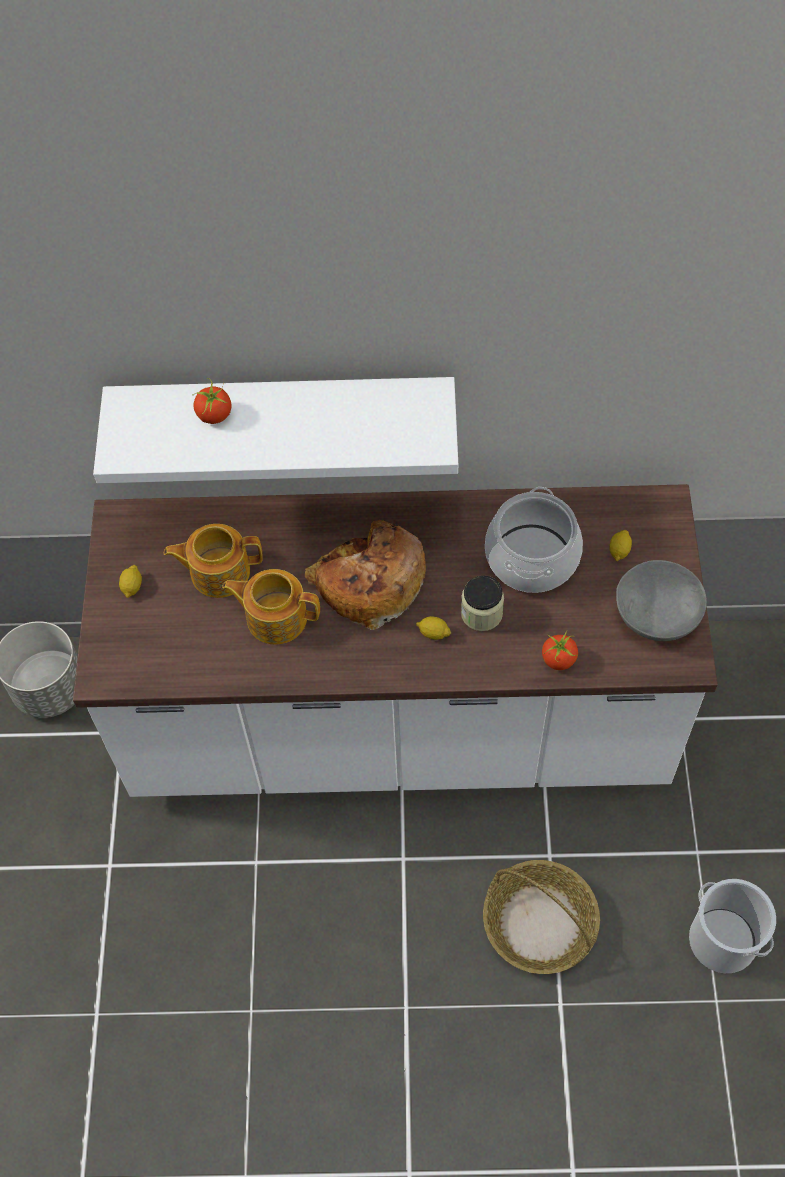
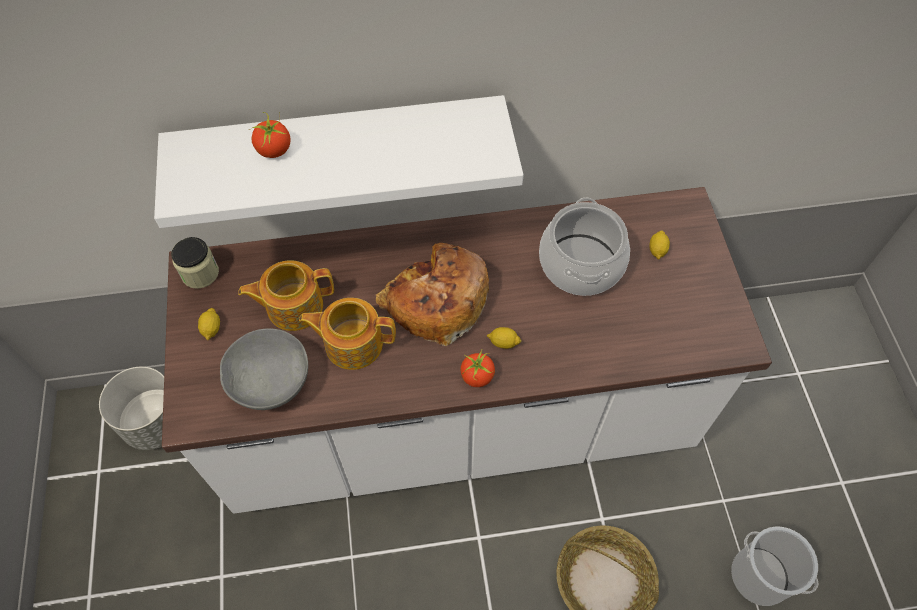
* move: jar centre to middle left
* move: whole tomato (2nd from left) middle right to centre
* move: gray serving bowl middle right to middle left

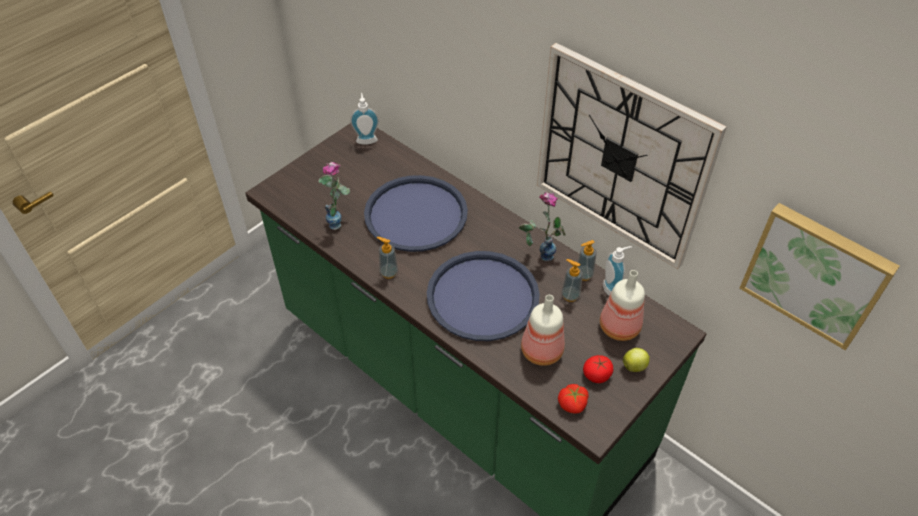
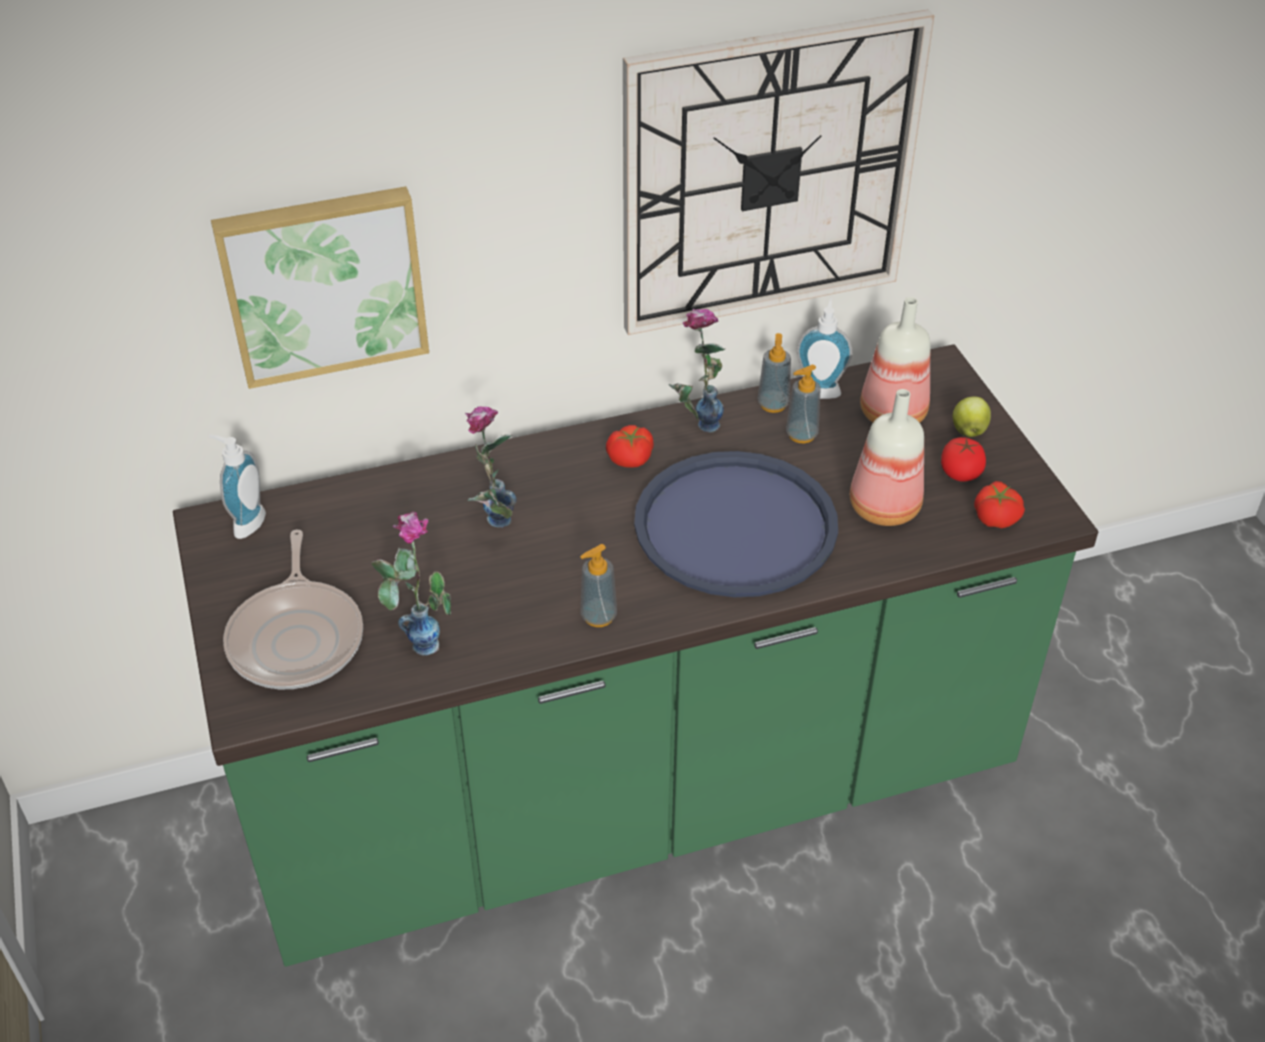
* insert: pan middle left
* insert: whole tomato (1st from left) centre
* move: picture middle right to top left
* replace: blue-coloured tray (1st from left) centre to decorative vase (2nd from left) centre

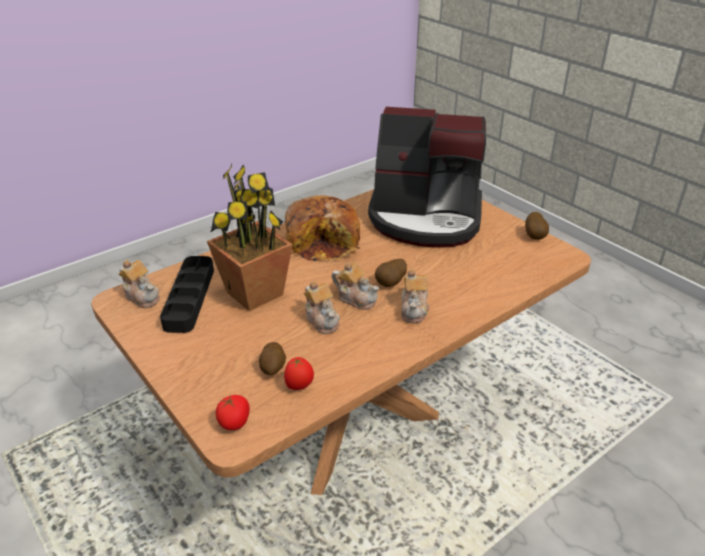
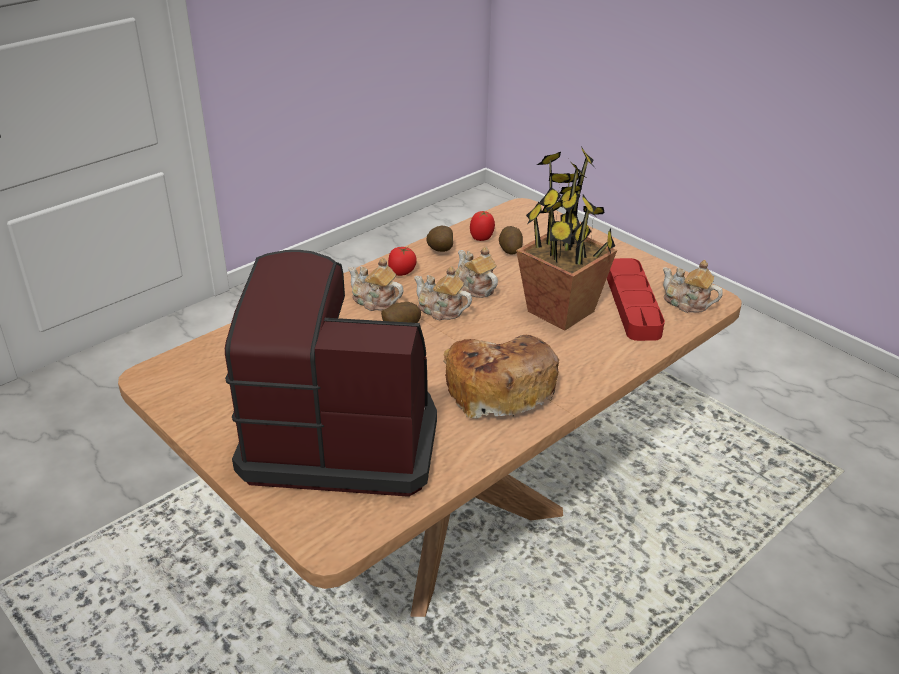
* move: whole tomato (1st from left) bottom left to centre
* move: potato (3rd from left in the first image) middle right to potato (2nd from left) centre
* recolor: blackish tray middle left to red-coloured tray middle right
* rotate: pot for tea (4th from left in the first image) centre = centre 60 degrees counterclockwise

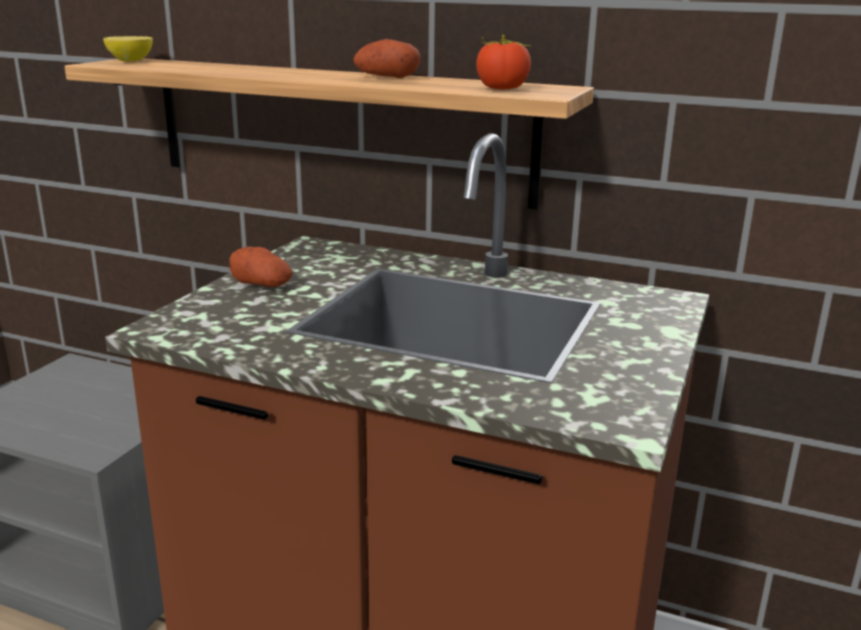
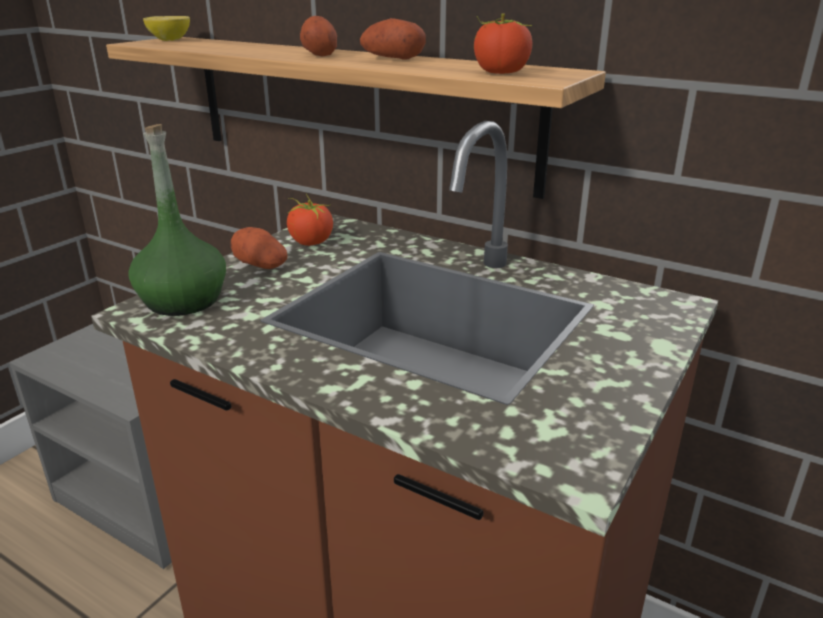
* insert: green-coloured beverage bottle middle left
* insert: whole tomato (1st from left) centre
* insert: potato (2nd from left) top centre

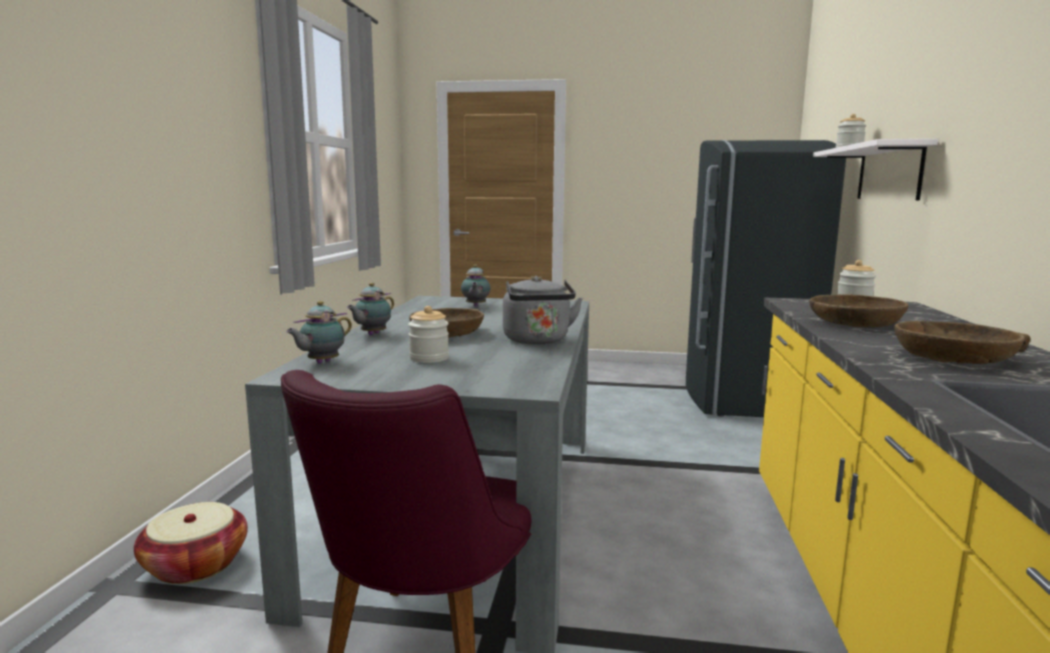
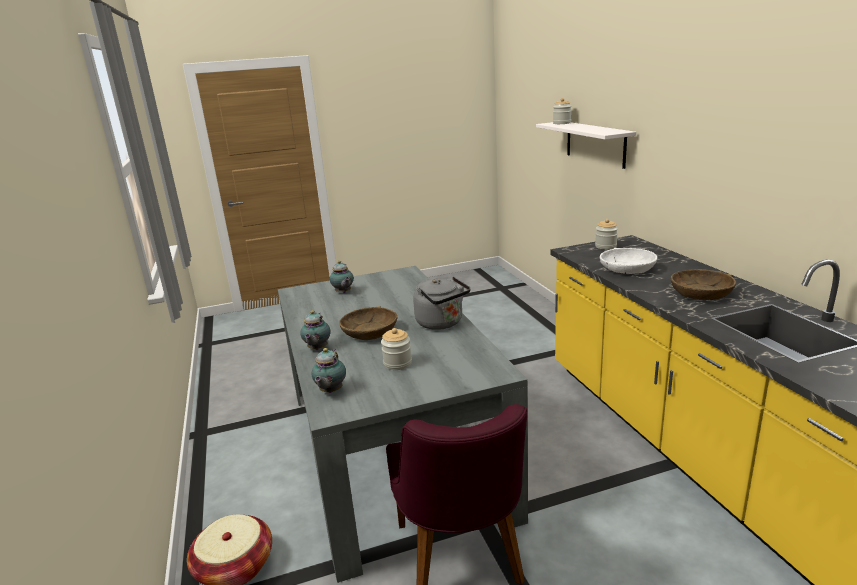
* delete: gray kitchen fridge middle right
* recolor: brown serving bowl (2nd from left) middle right to white-coloured serving bowl middle right

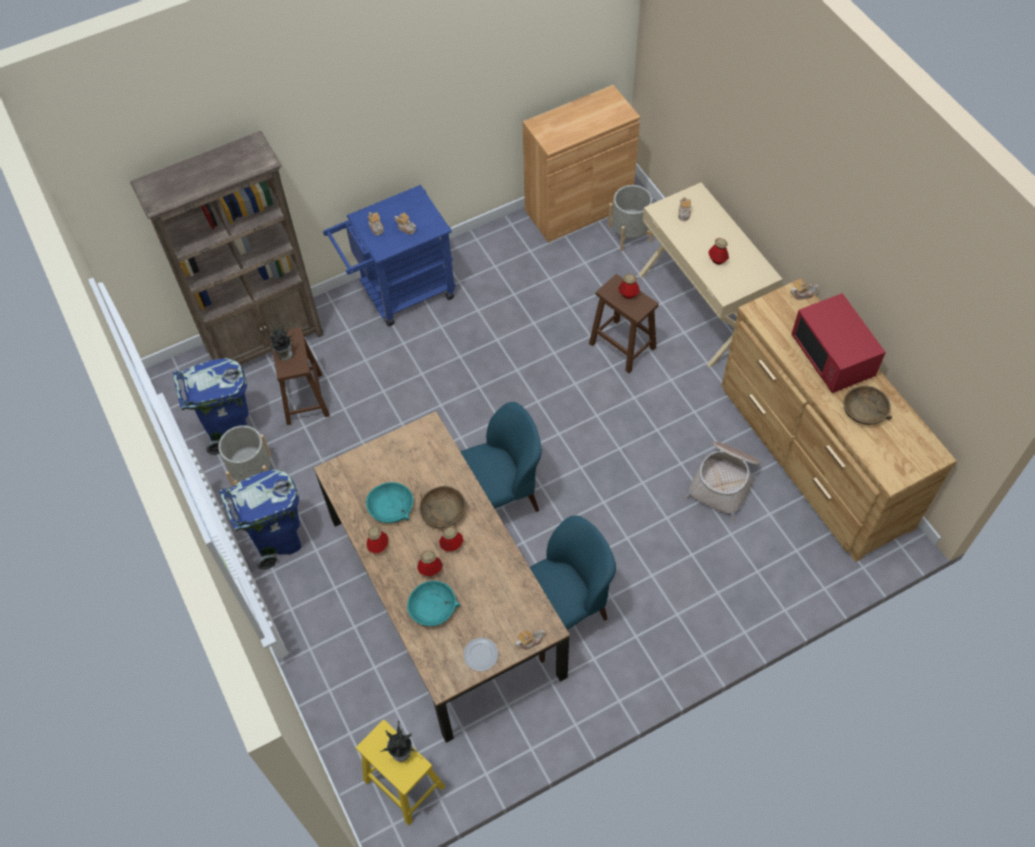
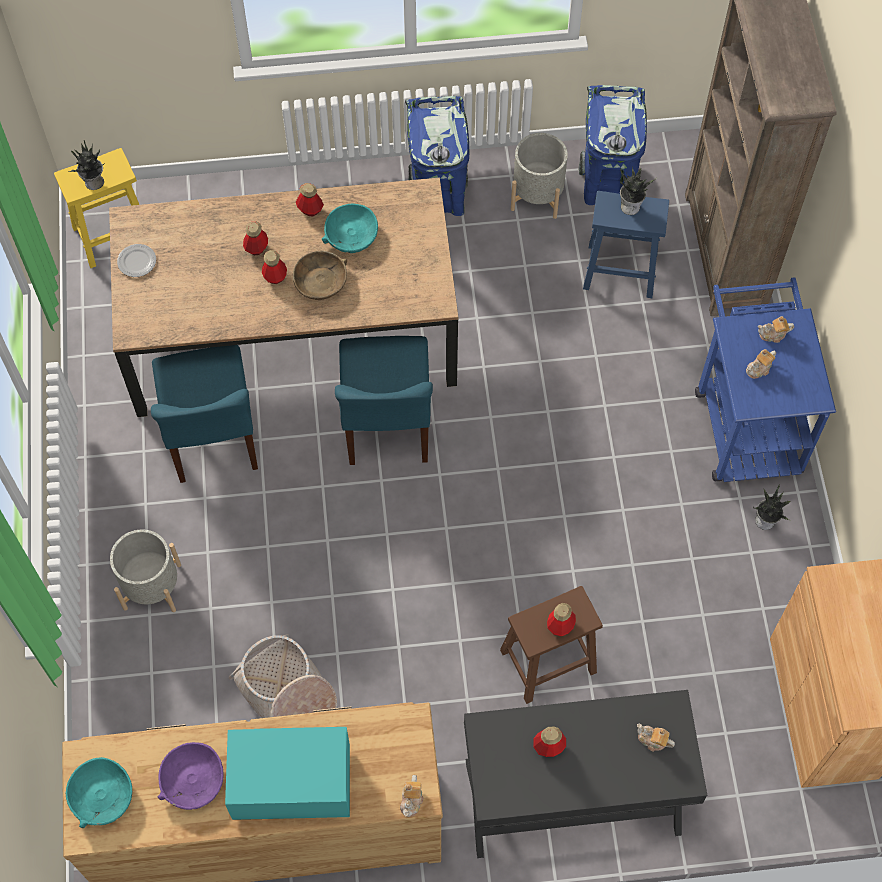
* delete: pot for tea (3rd from left) bottom centre
* insert: houseplant (3rd from left) middle right
* move: turquoise serving bowl (2nd from left in the first image) bottom centre to turquoise serving bowl (1st from left) bottom left
* move: gray flower pot (2nd from left in the first image) top centre to gray flower pot (1st from left) middle left
* recolor: brown sitting stool (1st from left) middle left to blue-coloured sitting stool top right
* recolor: sand-coloured desk top right to blackish desk bottom centre
* recolor: red-coloured microwave middle right to turquoise microwave bottom left
* recolor: brown serving bowl (2nd from left) middle right to purplish serving bowl bottom left

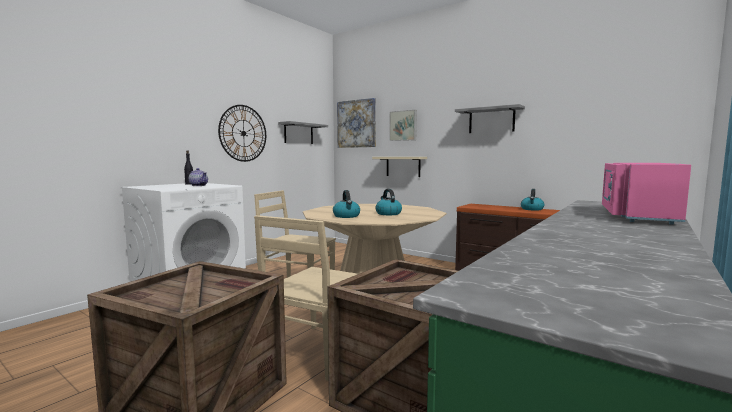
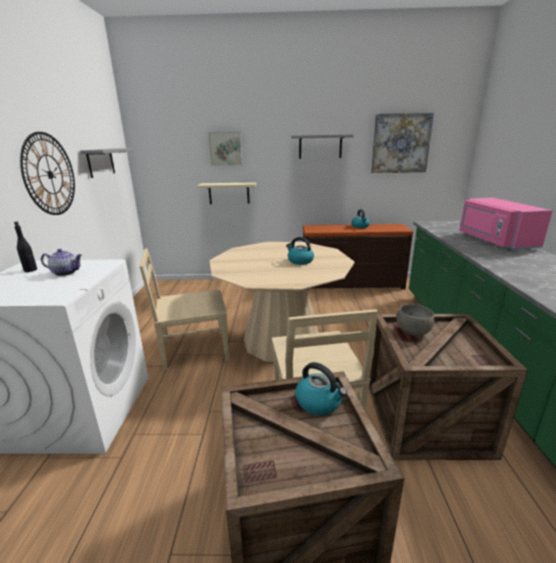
* insert: gray serving bowl middle right
* move: kettle (1st from left in the first image) centre to kettle (2nd from left) bottom centre
* move: picture (1st from left in the first image) top centre to picture (2nd from left) top right

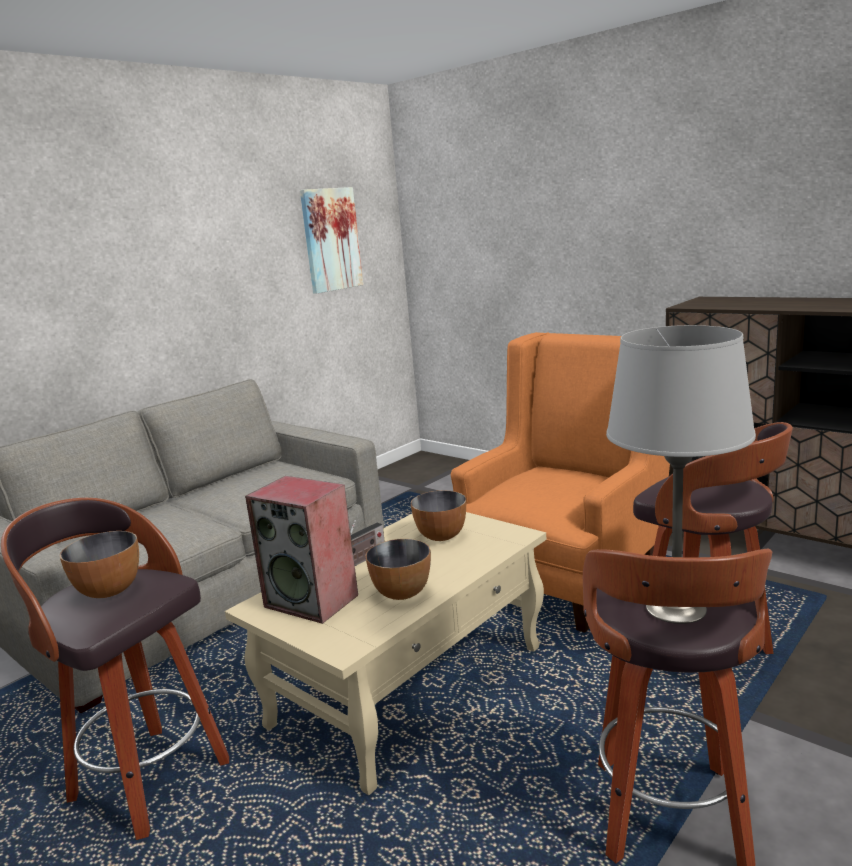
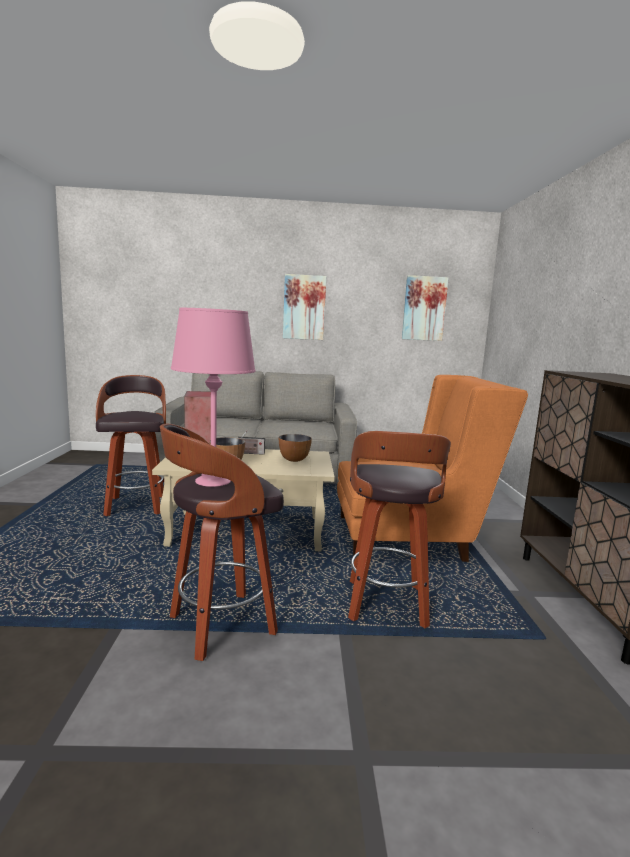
* delete: serving bowl (1st from left) middle left
* insert: picture (1st from left) centre
* recolor: gray tabletop lamp middle right to pinkish tabletop lamp centre

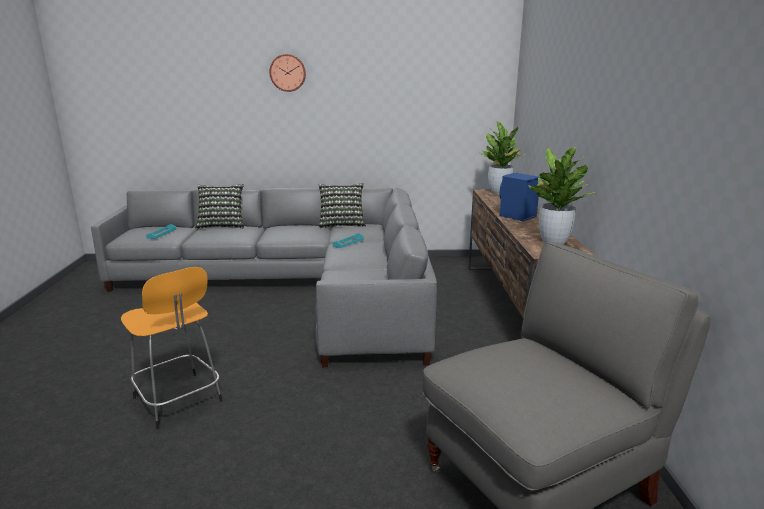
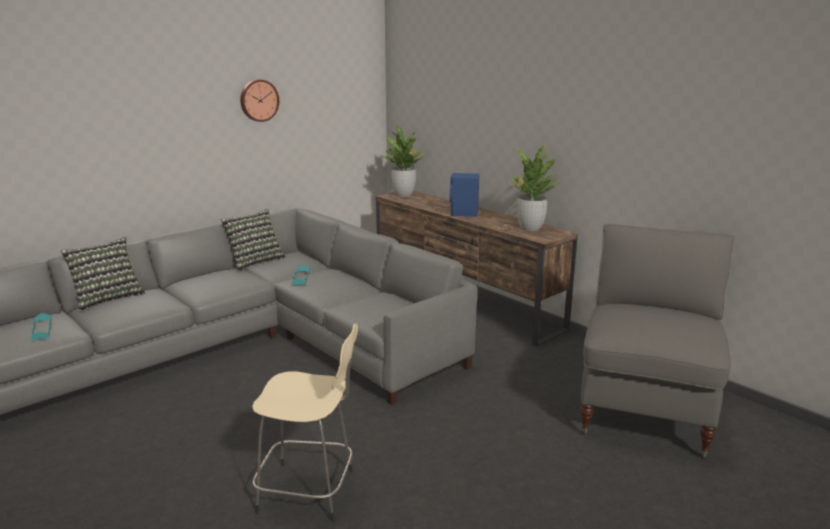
* move: hanging clock top centre to top left
* recolor: orange sitting stool bottom left to sand-coloured sitting stool bottom centre

